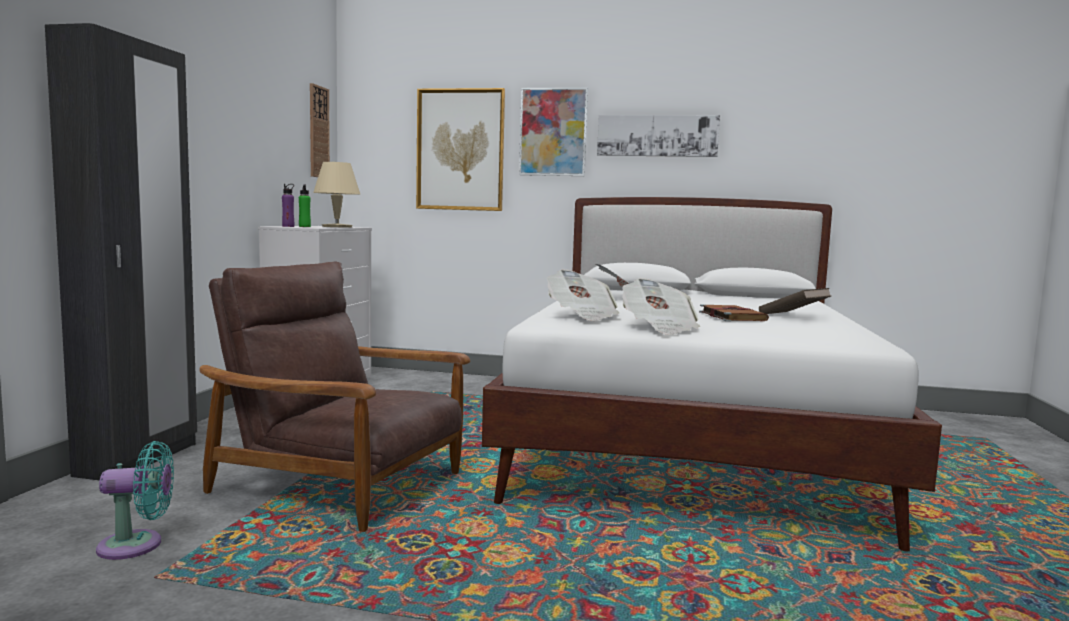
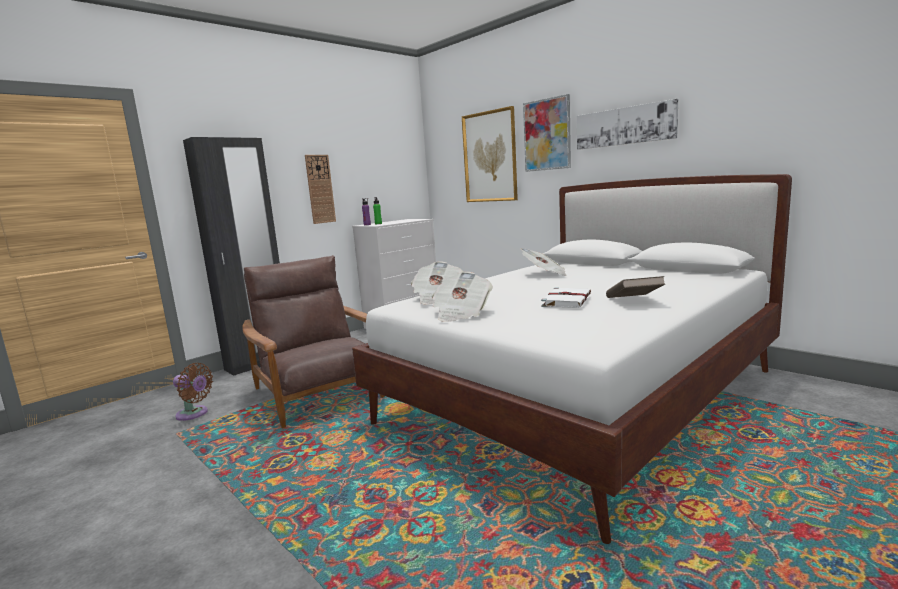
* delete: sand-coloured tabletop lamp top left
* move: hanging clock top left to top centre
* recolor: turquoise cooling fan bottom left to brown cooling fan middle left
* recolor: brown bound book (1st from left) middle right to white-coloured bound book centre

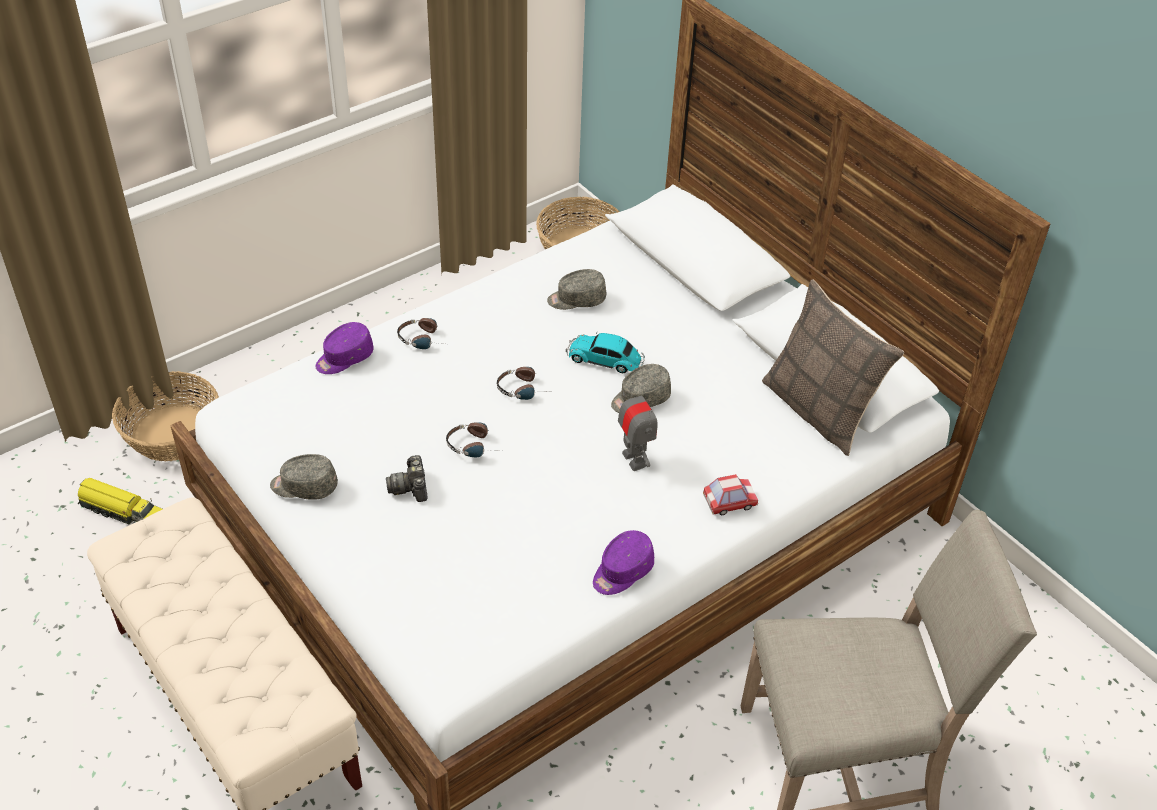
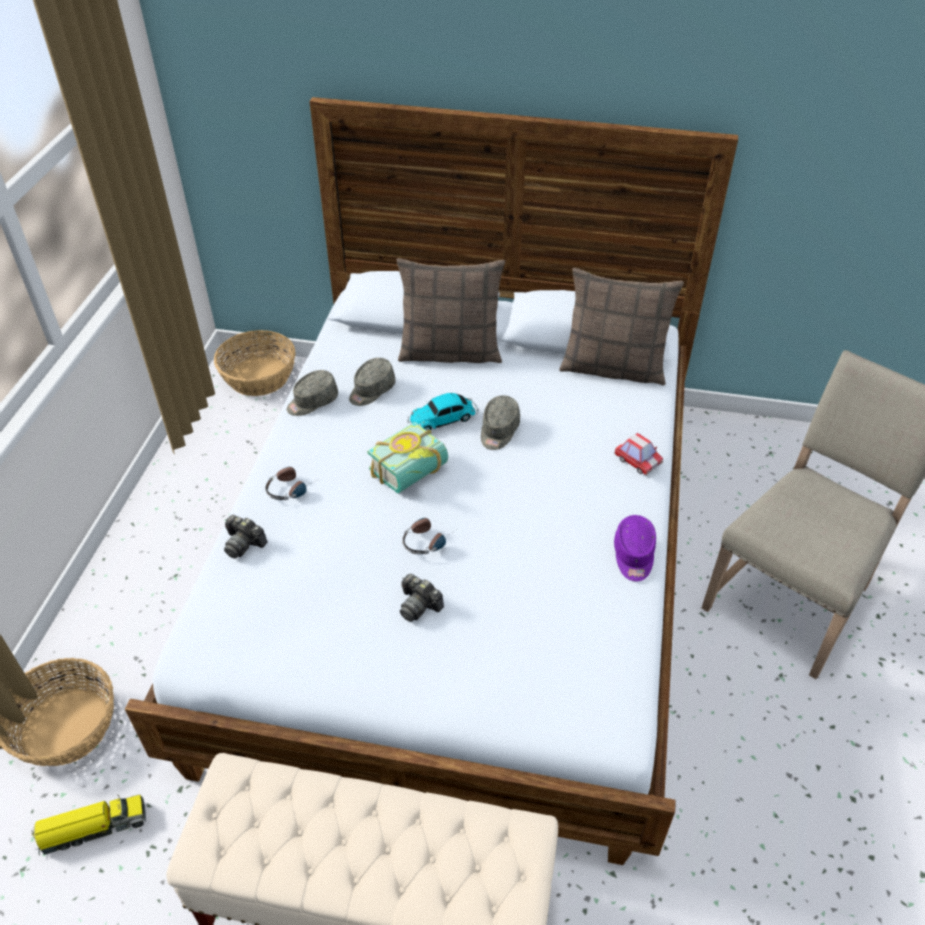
* delete: robot figure centre
* insert: cushion (1st from left) centre
* move: gray peaked cap (1st from left) middle left to centre
* replace: purplish peaked cap (1st from left) middle left to still camera (1st from left) middle left
* replace: pair of headphones (3rd from left) centre to bound book centre
* rotate: model car (2nd from left) centre = middle right 105 degrees clockwise

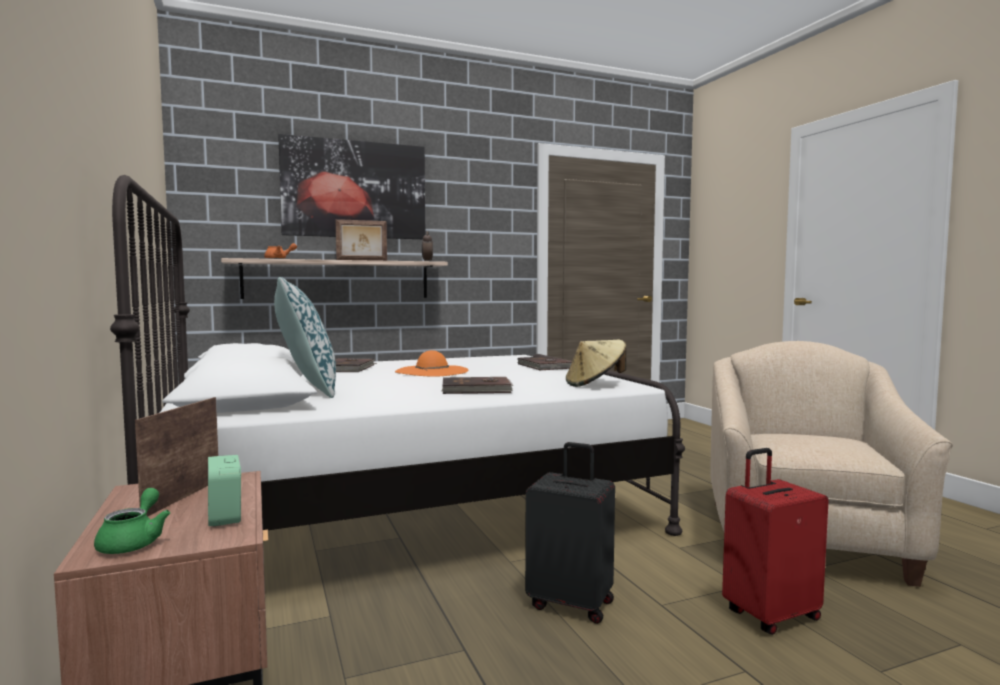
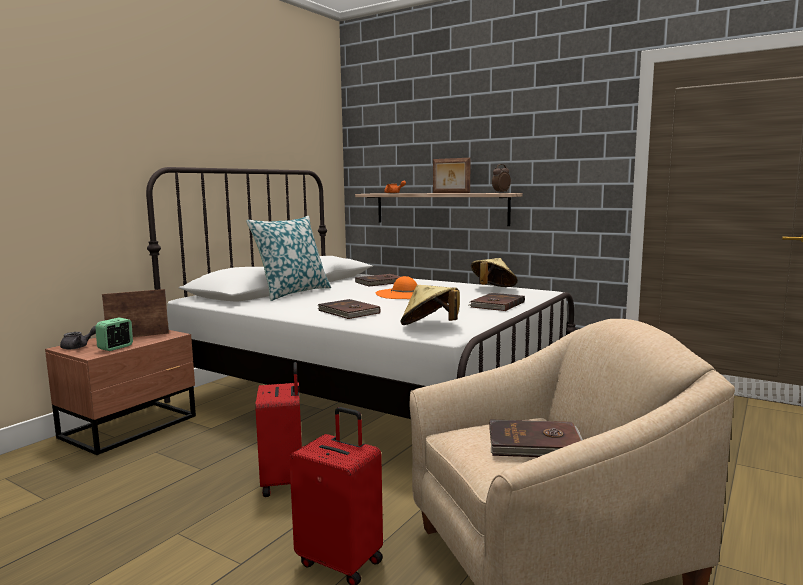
* delete: picture top centre
* insert: sand-coloured hat (2nd from left) centre
* insert: brown bound book (4th from left) bottom right
* recolor: green-coloured pot for tea bottom left to gray pot for tea middle left
* recolor: blackish piece of luggage bottom centre to red-coloured piece of luggage (1st from left) bottom centre

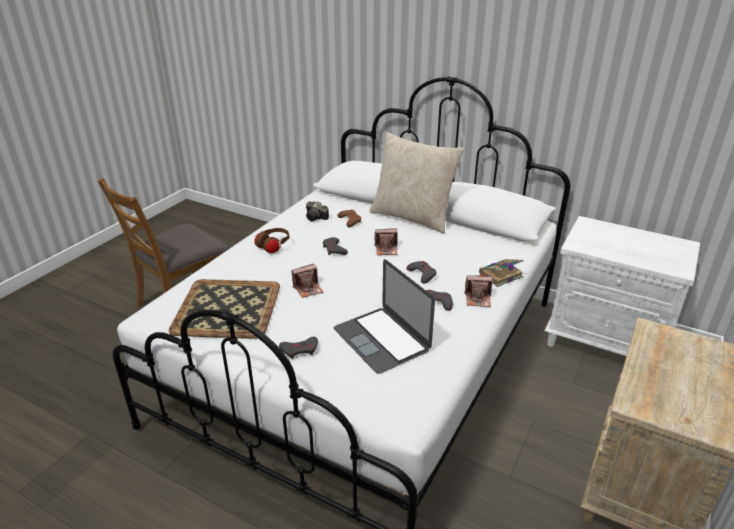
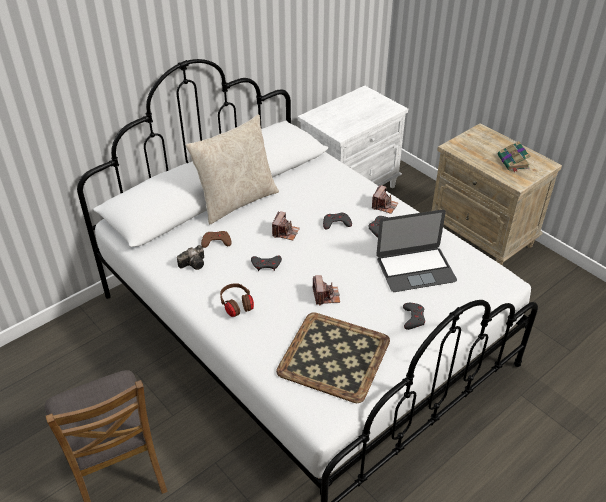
* move: bound book middle right to top right

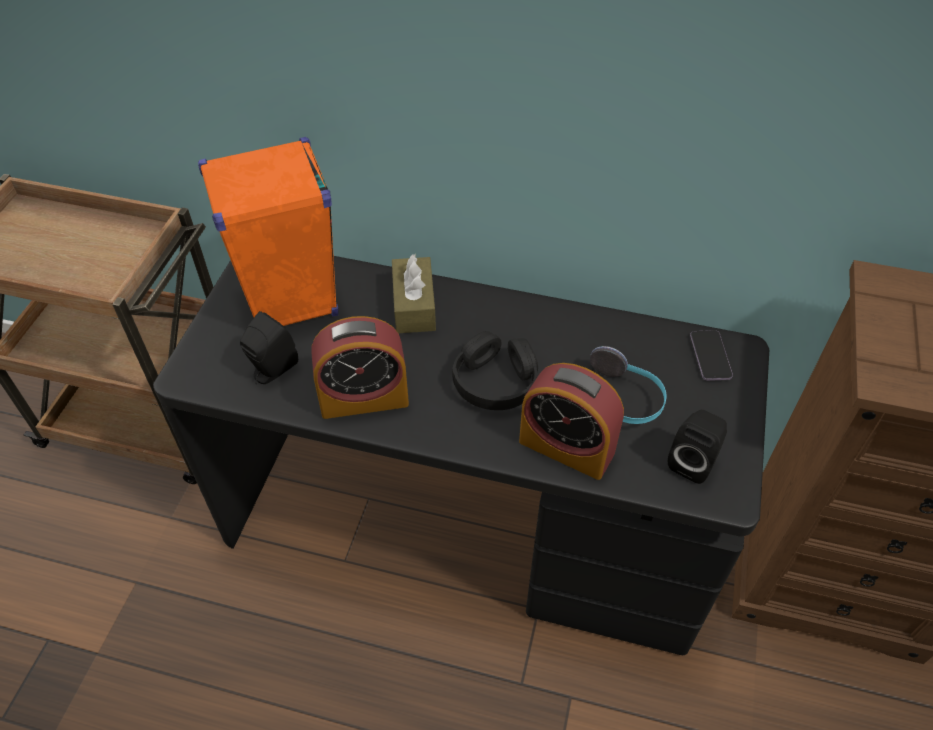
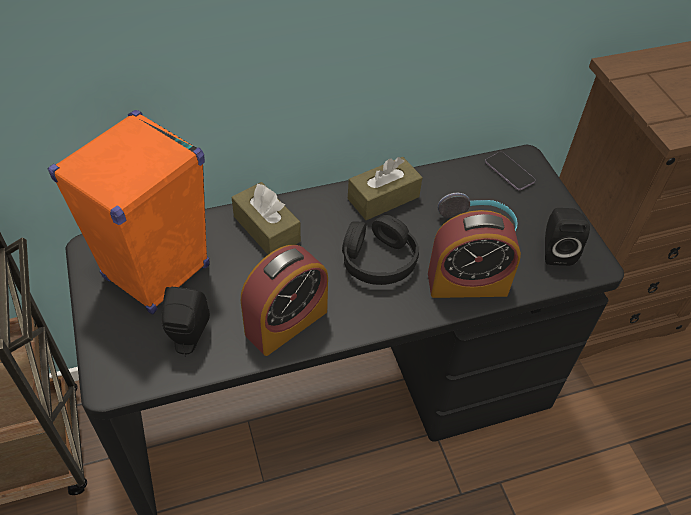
* insert: brown tissue box (2nd from left) centre

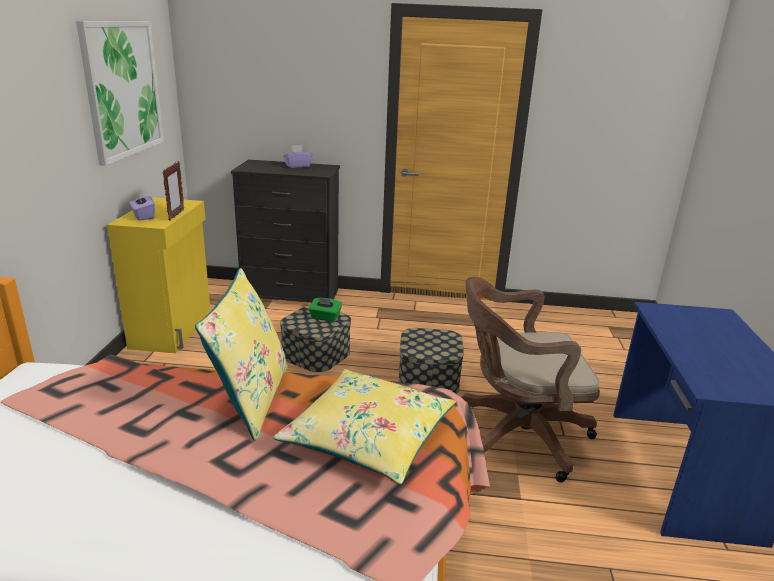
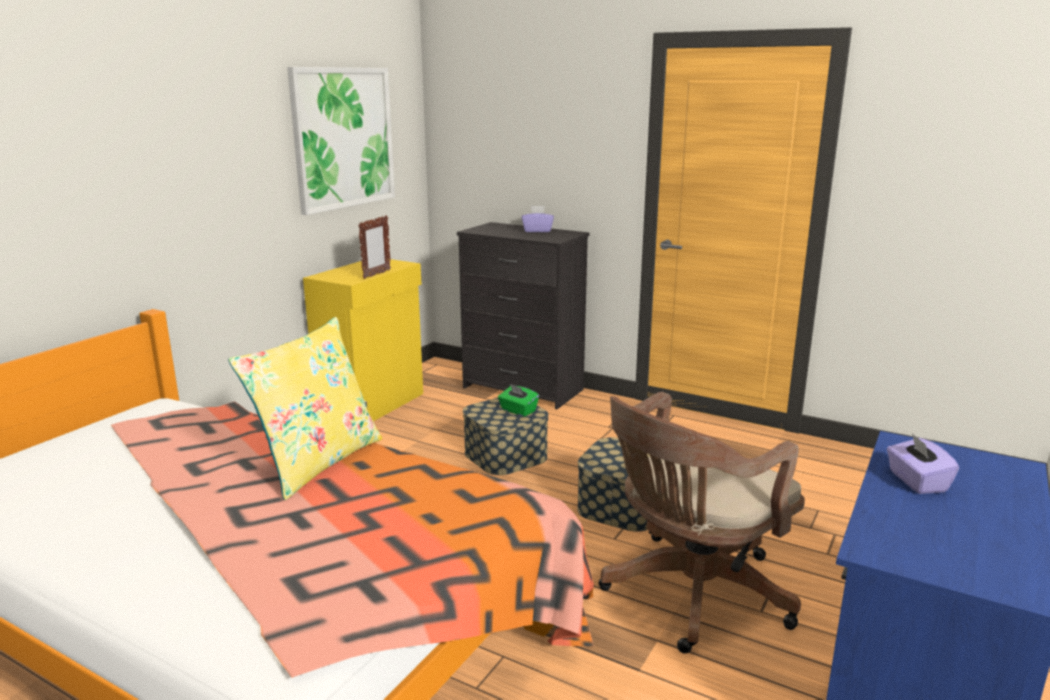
* delete: yellowish cushion (2nd from left) bottom centre
* move: purplish tissue box (1st from left in the first image) middle left to purplish tissue box (2nd from left) middle right
* rotate: brown office chair middle right = bottom right 60 degrees counterclockwise

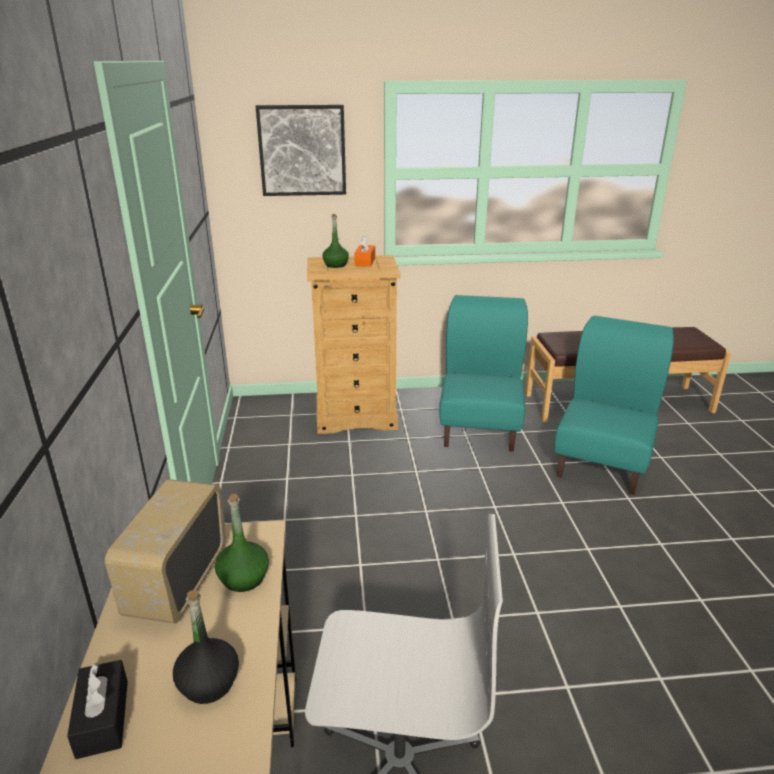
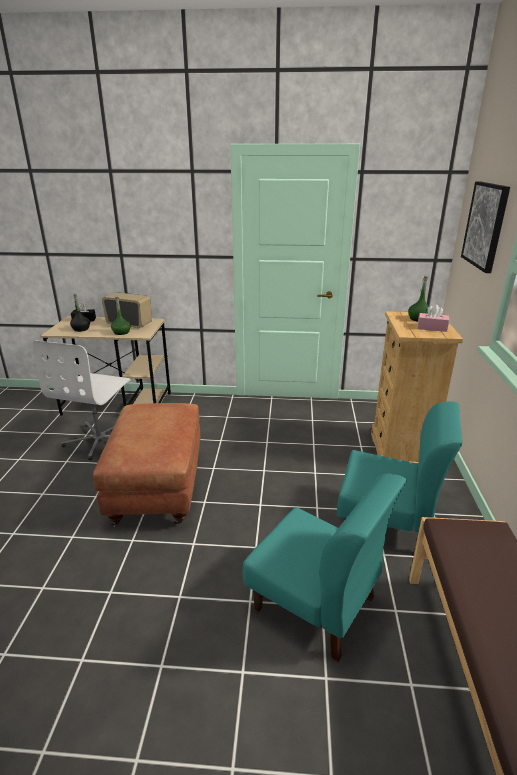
* insert: brown footrest middle left
* recolor: orange tissue box top centre to pinkish tissue box middle right

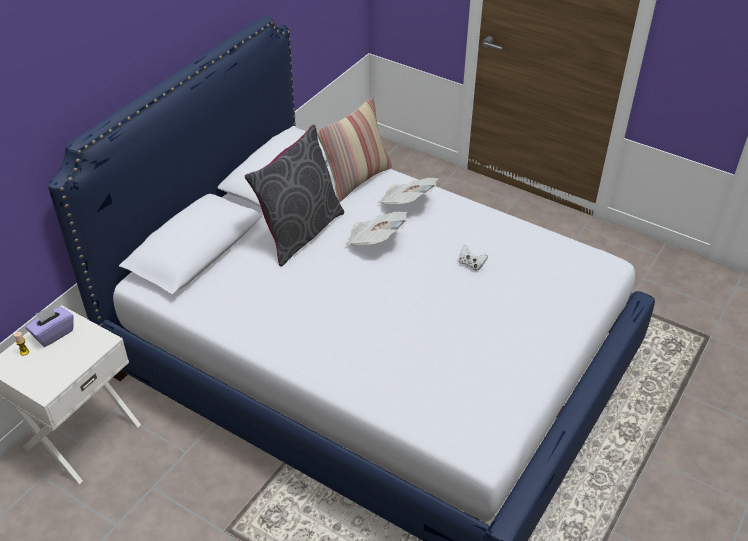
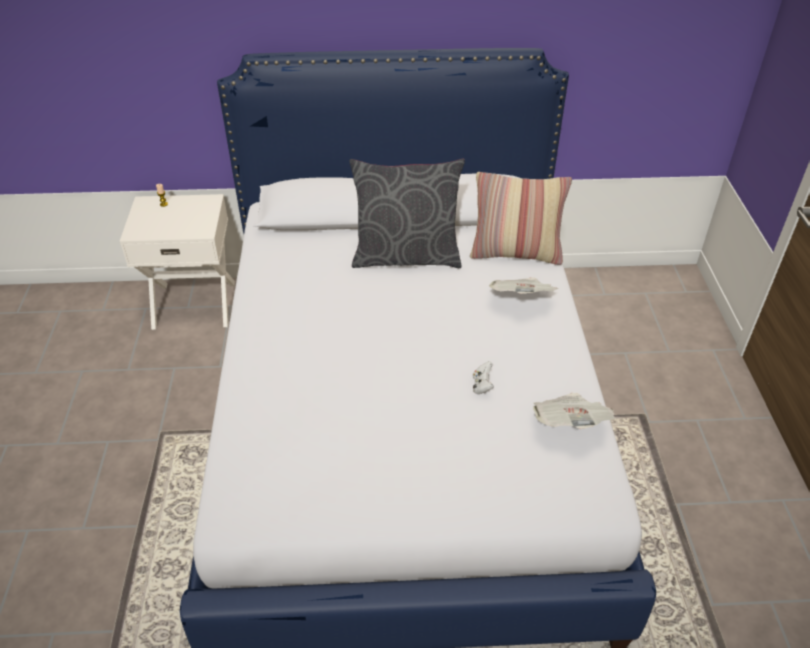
* delete: purplish tissue box middle left
* move: newspaper (1st from left in the first image) centre to newspaper (2nd from left) middle right

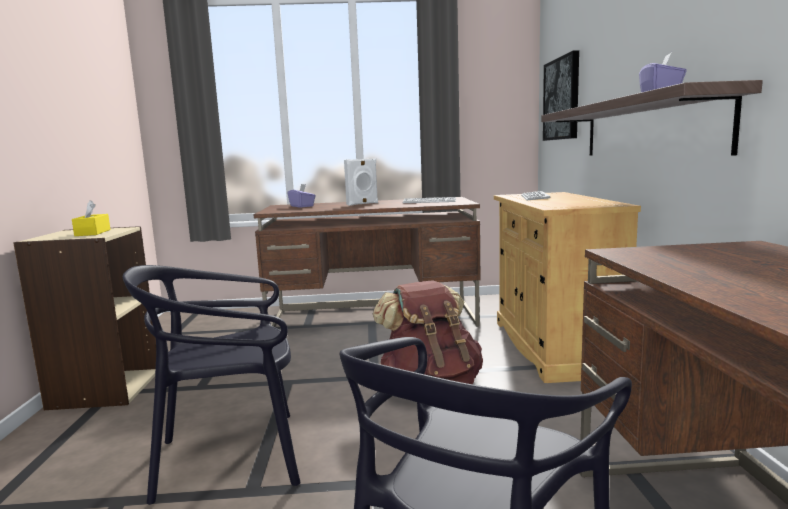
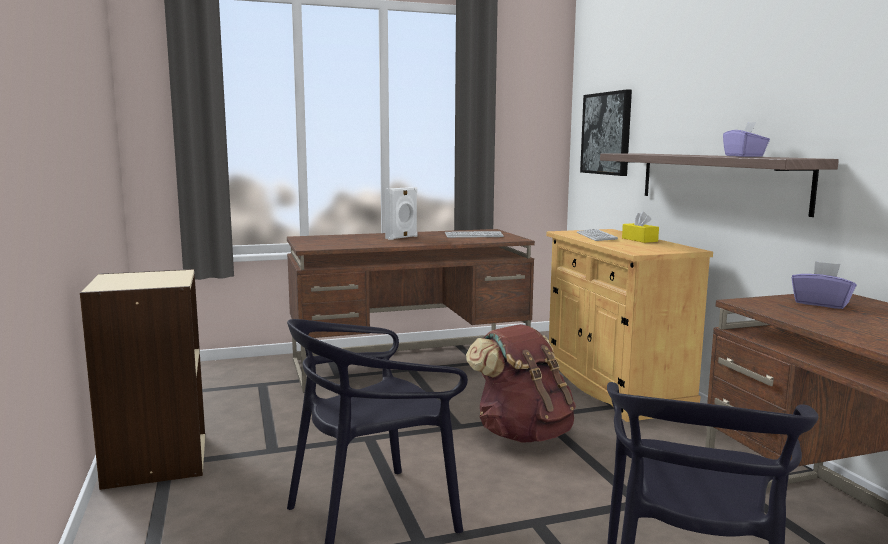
* move: yellowish tissue box middle left to middle right
* move: purplish tissue box (1st from left in the first image) centre to purplish tissue box (2nd from left) middle right

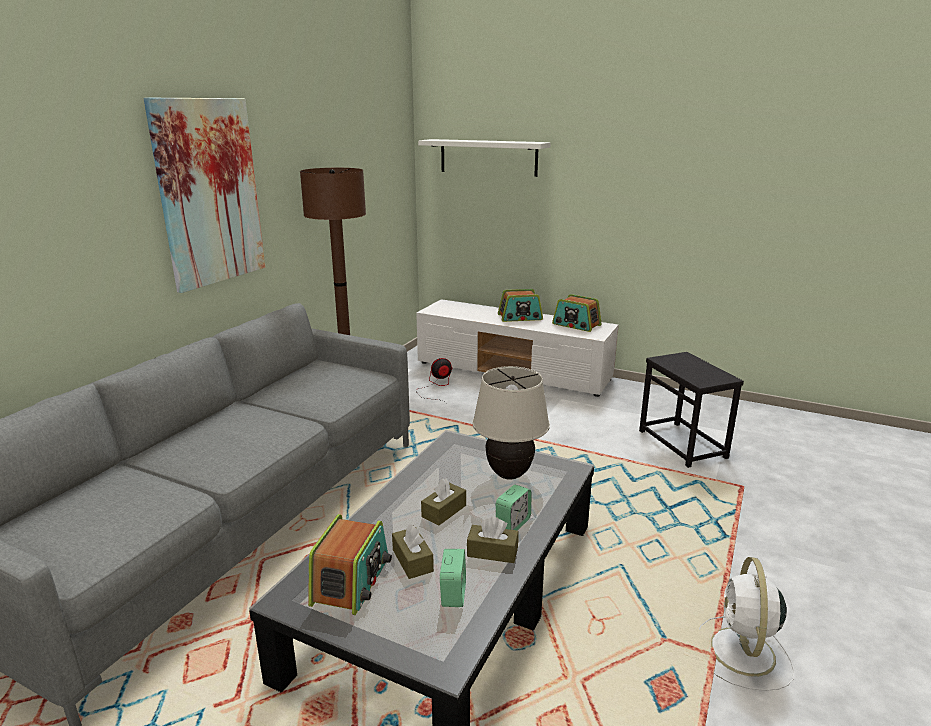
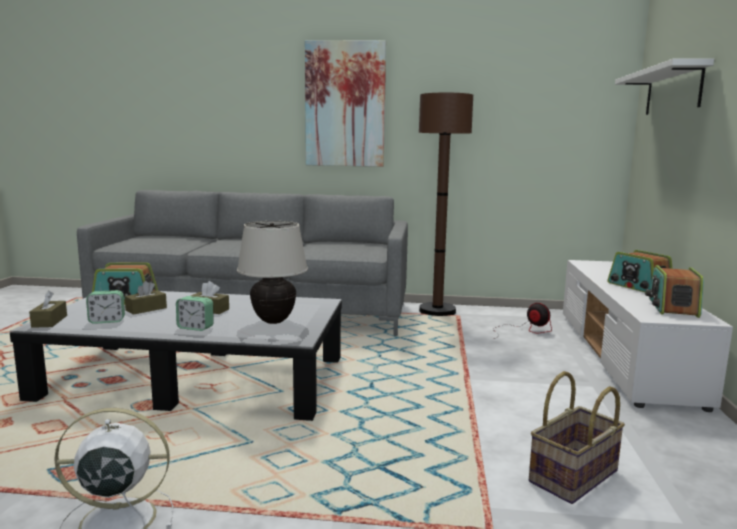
* move: brown tissue box (3rd from left in the first image) bottom centre to brown tissue box (1st from left) middle left
* replace: blackish side table middle right to basket bottom right

